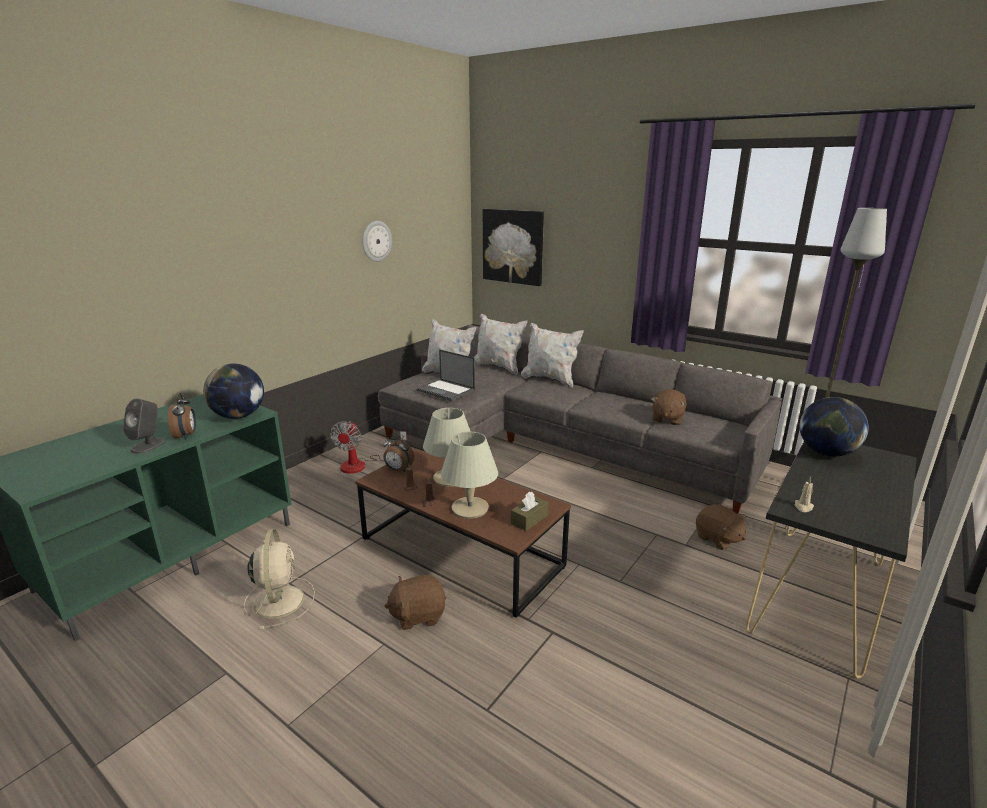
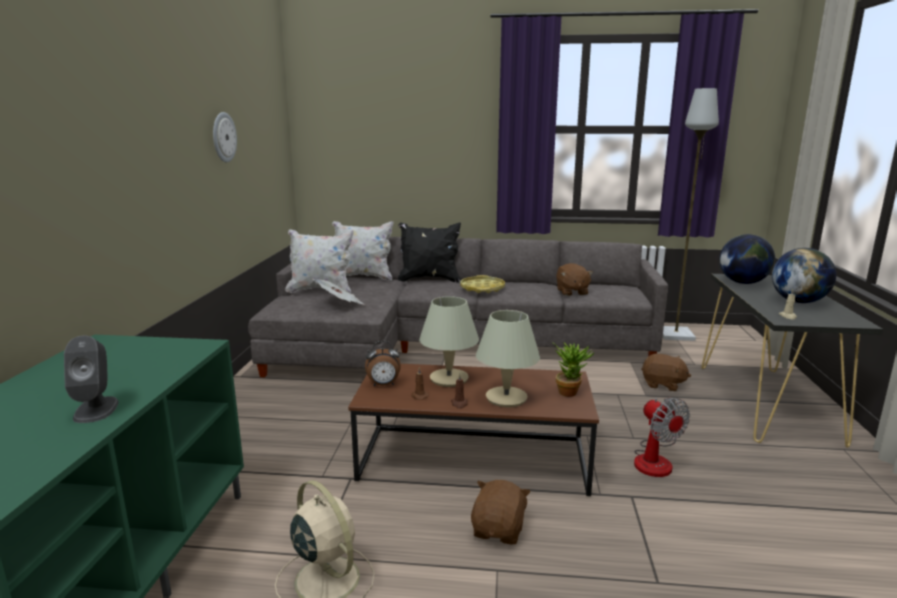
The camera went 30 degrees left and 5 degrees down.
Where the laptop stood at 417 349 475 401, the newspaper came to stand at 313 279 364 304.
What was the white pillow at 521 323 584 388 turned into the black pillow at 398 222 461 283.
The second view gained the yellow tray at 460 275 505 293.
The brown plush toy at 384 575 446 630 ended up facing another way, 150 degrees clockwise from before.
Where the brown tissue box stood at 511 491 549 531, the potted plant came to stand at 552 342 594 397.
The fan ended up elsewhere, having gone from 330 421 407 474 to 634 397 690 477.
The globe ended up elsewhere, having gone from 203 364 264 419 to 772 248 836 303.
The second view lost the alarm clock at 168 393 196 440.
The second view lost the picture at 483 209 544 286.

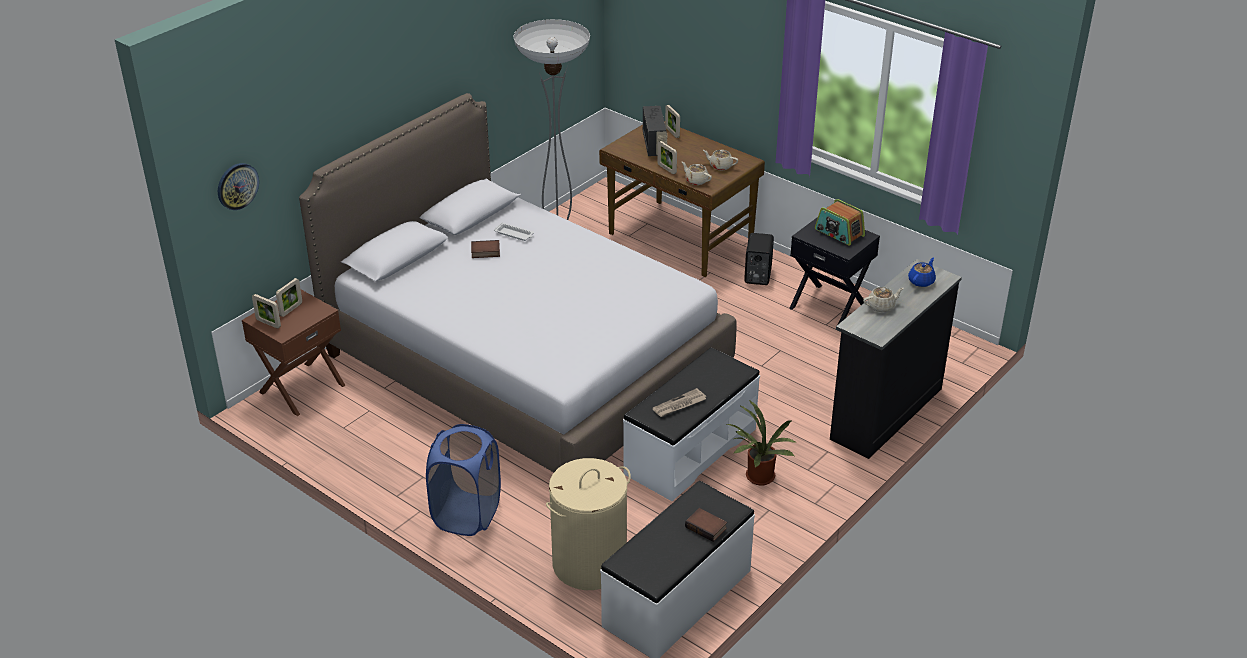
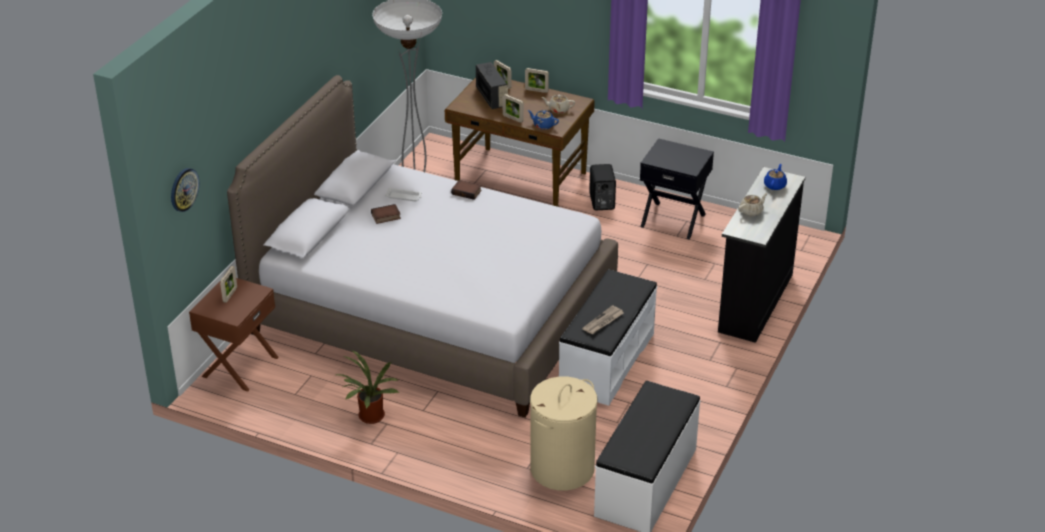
The camera went 15 degrees left and 0 degrees up.
The potted plant ended up elsewhere, having gone from 726 400 797 486 to 336 350 399 424.
The book ended up elsewhere, having gone from 685 508 727 542 to 451 180 481 200.
The picture frame ended up elsewhere, having gone from 252 294 281 329 to 525 68 549 93.
What was the beige teapot at 682 162 712 185 turned into the blue teapot at 528 110 559 130.
The second view lost the blue laundry basket at 426 424 501 536.
The second view lost the radio at 815 199 865 246.

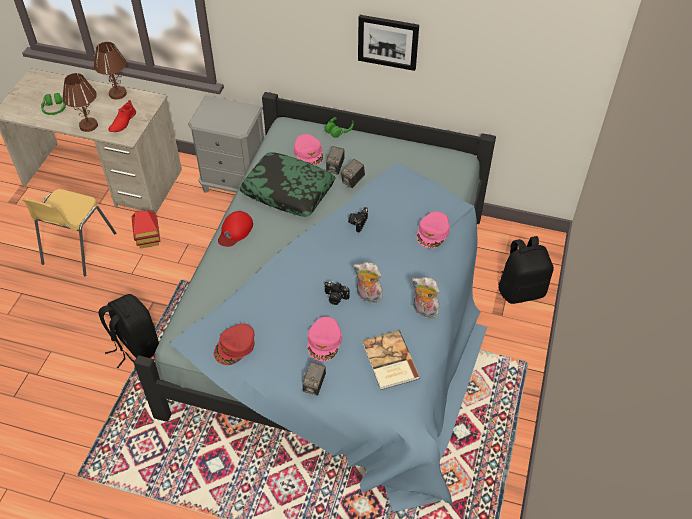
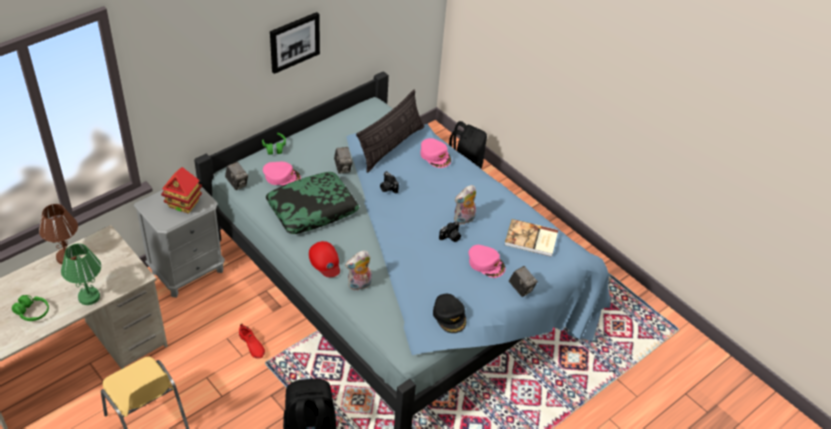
The camera went 60 degrees left and 5 degrees down.
What was the brown table lamp at 62 73 98 132 turned into the green table lamp at 61 244 101 305.
The toy house ended up elsewhere, having gone from 132 210 160 248 to 161 167 202 214.
The photo camera ended up elsewhere, having gone from 326 146 345 175 to 225 162 248 190.
The red shoe ended up elsewhere, having gone from 108 100 136 132 to 239 324 265 359.
The plush toy ended up elsewhere, having gone from 412 277 440 318 to 345 250 372 291.
The second view gained the pillow at 356 89 425 173.
What was the red cap at 214 323 255 365 turned into the black cap at 433 294 466 333.

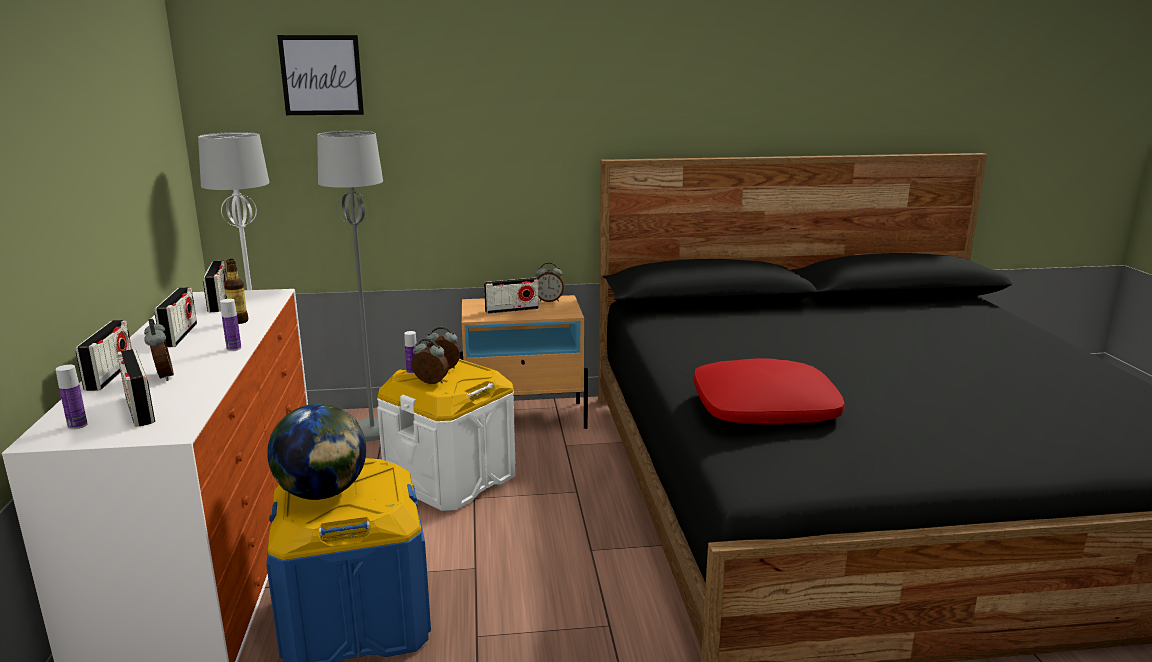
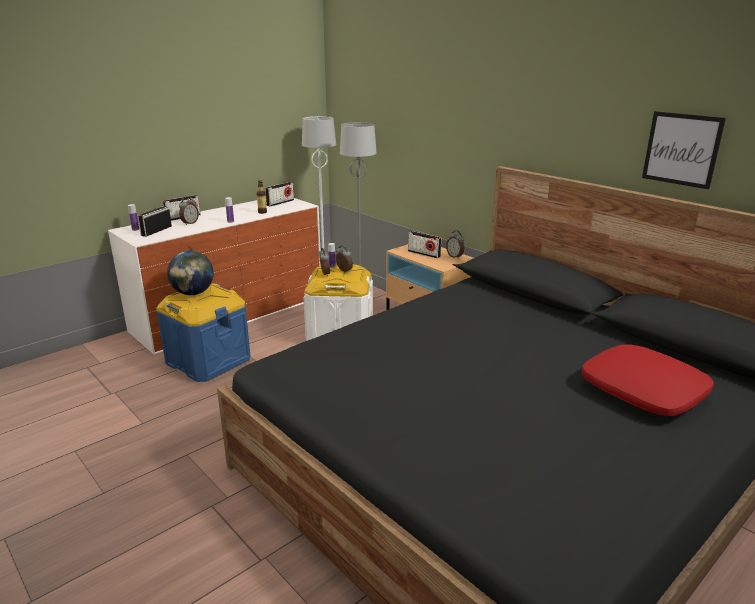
The camera went 55 degrees right and 5 degrees up.
The red pillow ended up elsewhere, having gone from 693 358 845 425 to 582 344 714 416.
The picture ended up elsewhere, having gone from 277 35 364 115 to 642 111 726 189.
The second view lost the radio at 155 287 197 347.

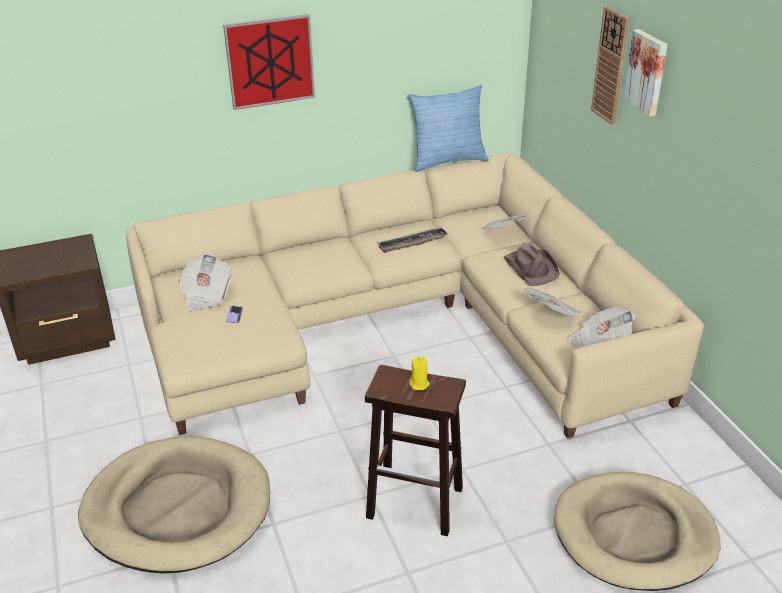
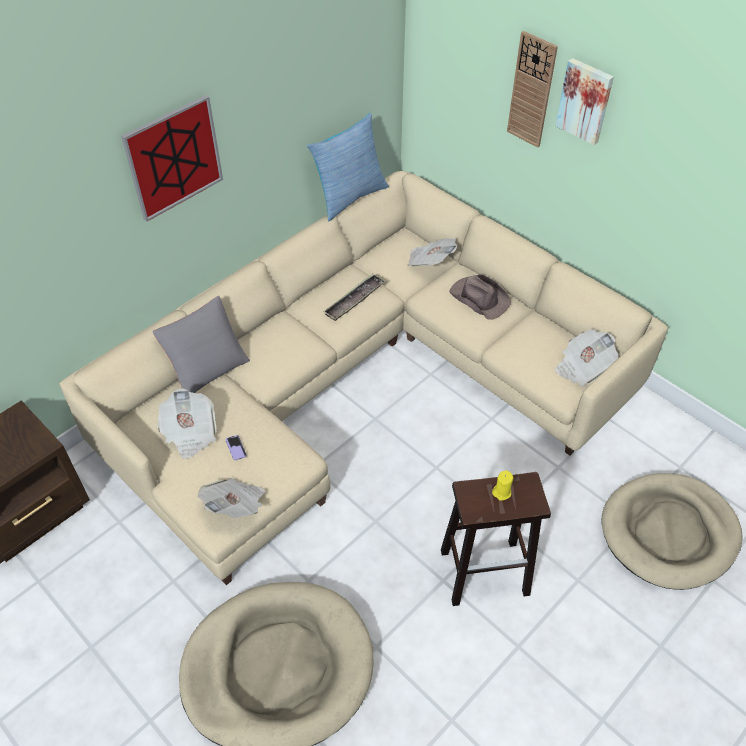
The camera went 25 degrees left and 15 degrees up.
The second view gained the grey pillow at 152 296 250 393.
The newspaper ended up elsewhere, having gone from 525 288 581 317 to 198 478 266 518.

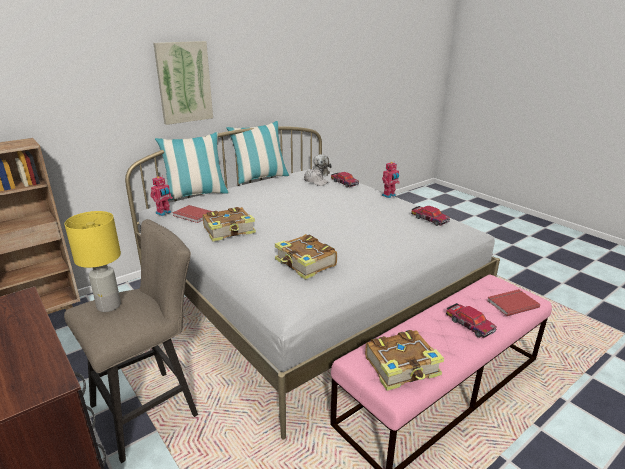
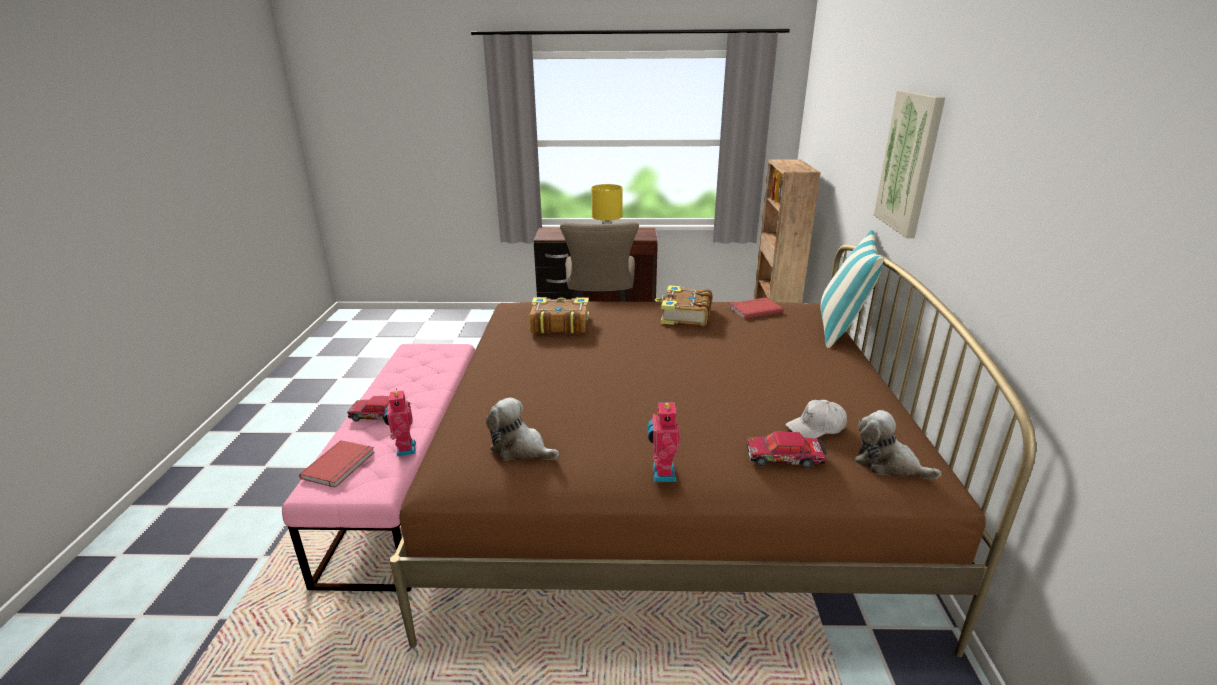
The camera went 130 degrees right and 0 degrees up.
The toy robot ended up elsewhere, having gone from 150 176 173 216 to 384 388 416 456.
What was the white bed at 125 126 500 440 turned into the brown bed at 390 244 1036 657.
Where the toy car stood at 411 206 450 226, the plush toy came to stand at 486 397 559 460.
The second view lost the pillow at 226 121 290 184.
The second view lost the book at 365 330 444 391.

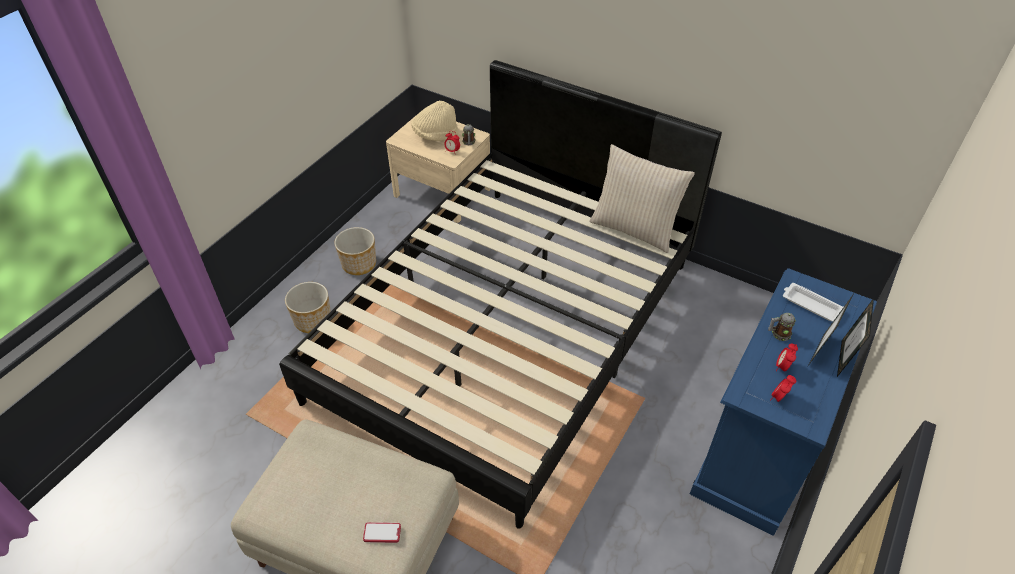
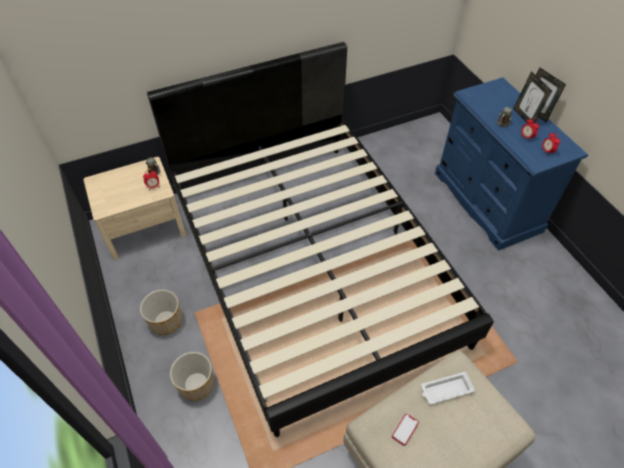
The camera went 55 degrees left and 5 degrees up.
The phone ended up elsewhere, having gone from 363 522 401 543 to 392 413 419 446.
The white tray ended up elsewhere, having gone from 783 283 843 322 to 421 372 475 404.
The second view lost the beige hat at 411 101 459 141.
The second view lost the beige pillow at 589 144 695 253.

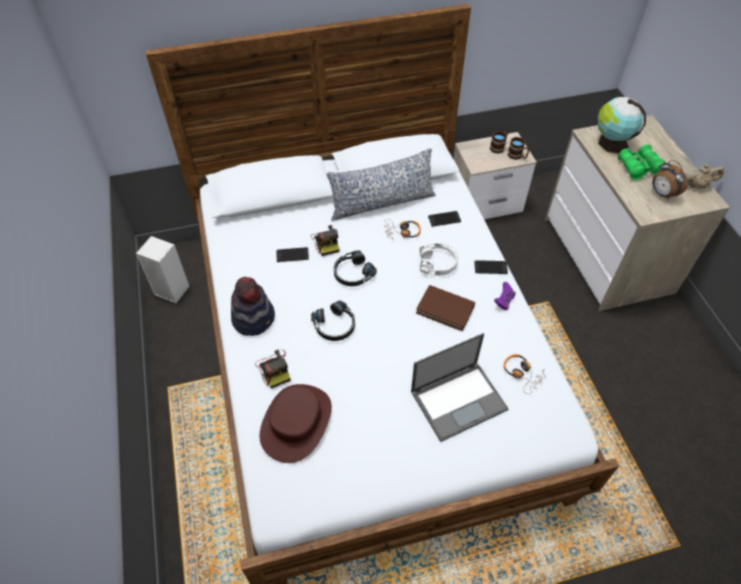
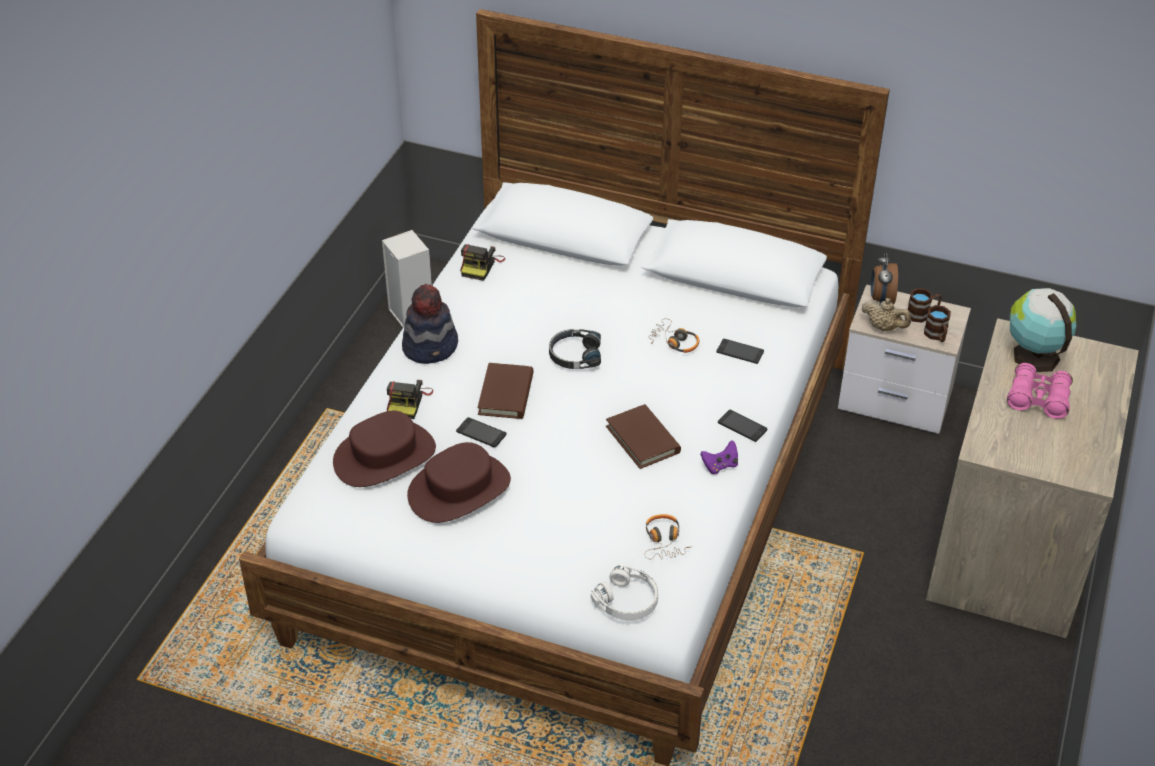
The camera went 35 degrees right and 10 degrees down.
The second view gained the brown hat at 407 442 511 523.
The phone ended up elsewhere, having gone from 277 247 309 262 to 456 417 506 448.
The photo camera ended up elsewhere, having gone from 311 225 339 256 to 460 244 505 281.
Where the black headphones stood at 311 300 355 341, the brown book came to stand at 478 363 534 419.
The white headphones ended up elsewhere, having gone from 419 243 458 275 to 591 564 659 621.
The beige teapot ended up elsewhere, having gone from 685 164 724 188 to 862 298 911 331.
The alarm clock ended up elsewhere, having gone from 652 160 688 199 to 871 253 898 305.
What was the green binoculars at 617 144 666 180 turned into the pink binoculars at 1007 363 1073 419.
The second view lost the pillow at 327 148 436 221.
The second view lost the laptop at 411 333 509 442.

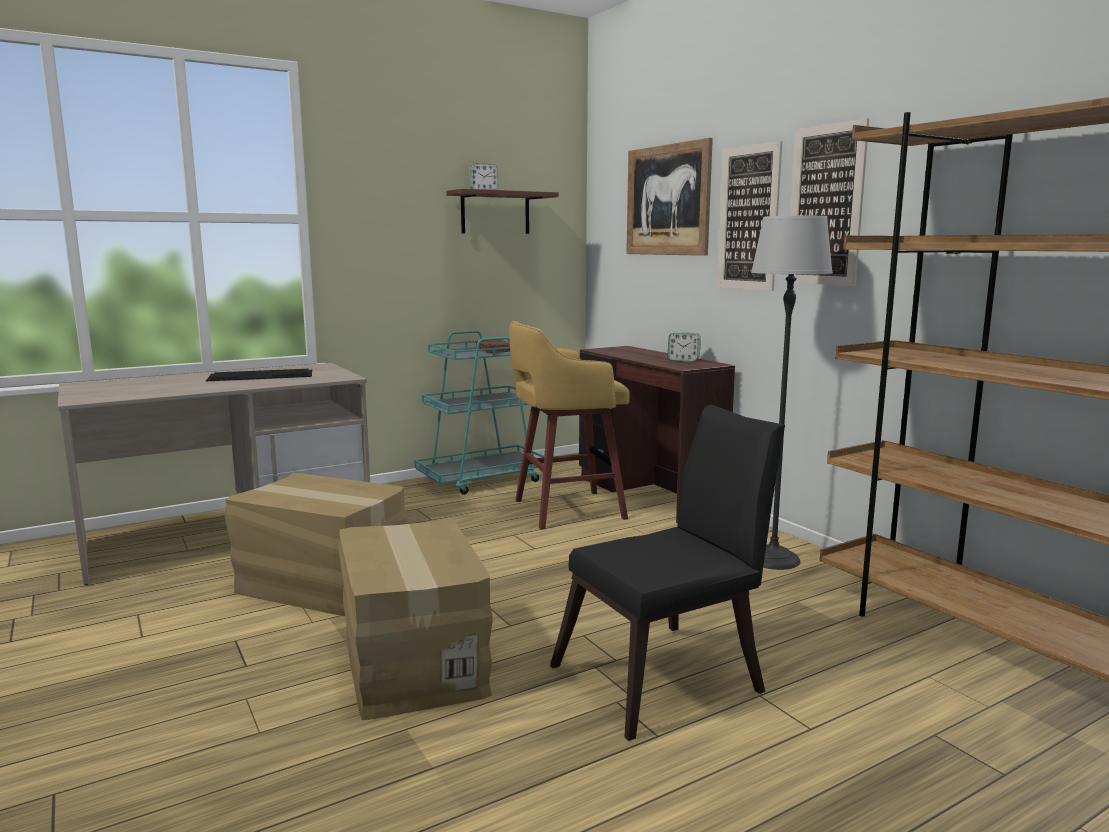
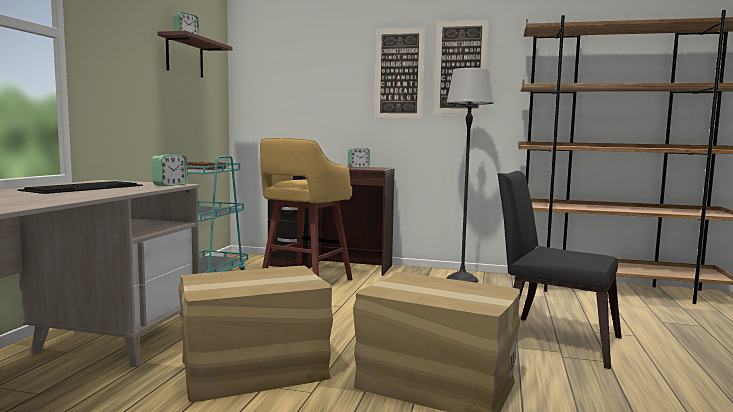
The camera went 45 degrees left and 5 degrees down.
The second view gained the alarm clock at 151 155 188 186.
The black chair at 550 405 785 741 ended up facing another way, 75 degrees counterclockwise from before.
The second view lost the picture at 626 138 713 256.

